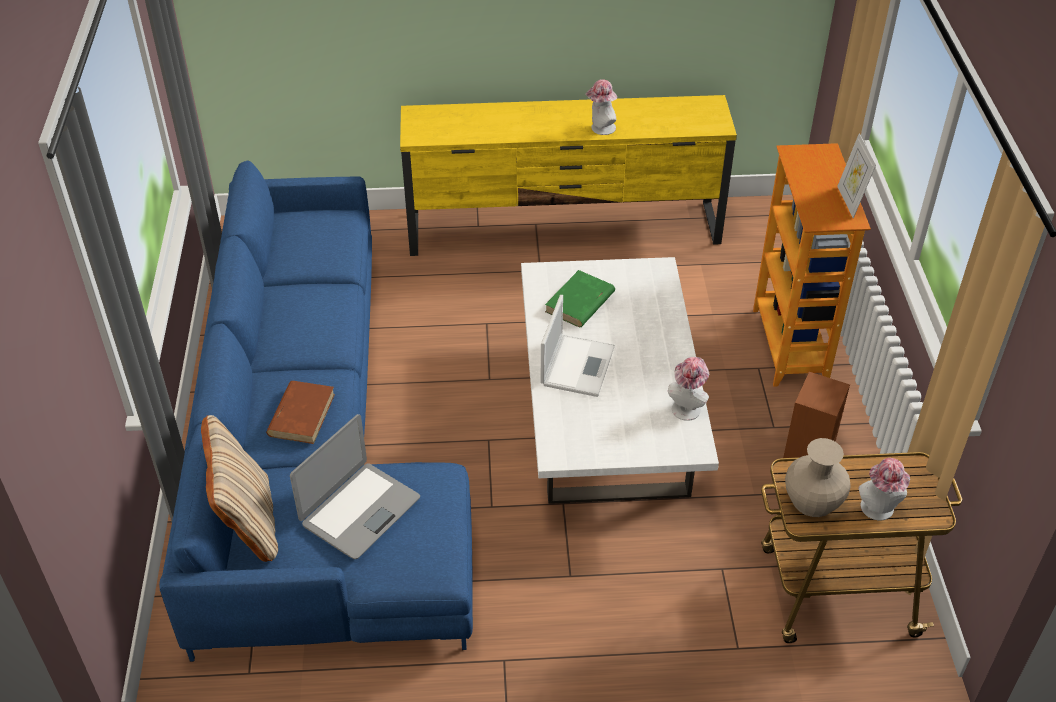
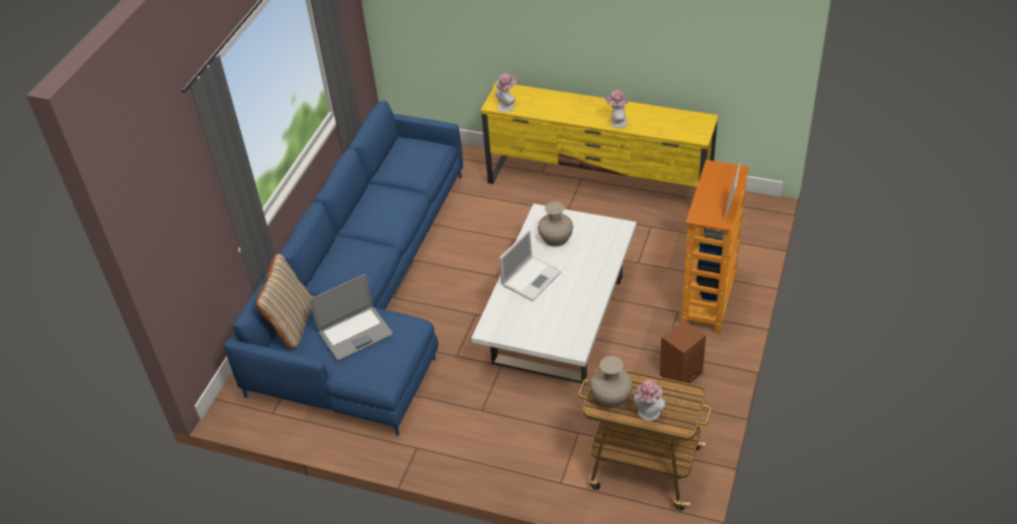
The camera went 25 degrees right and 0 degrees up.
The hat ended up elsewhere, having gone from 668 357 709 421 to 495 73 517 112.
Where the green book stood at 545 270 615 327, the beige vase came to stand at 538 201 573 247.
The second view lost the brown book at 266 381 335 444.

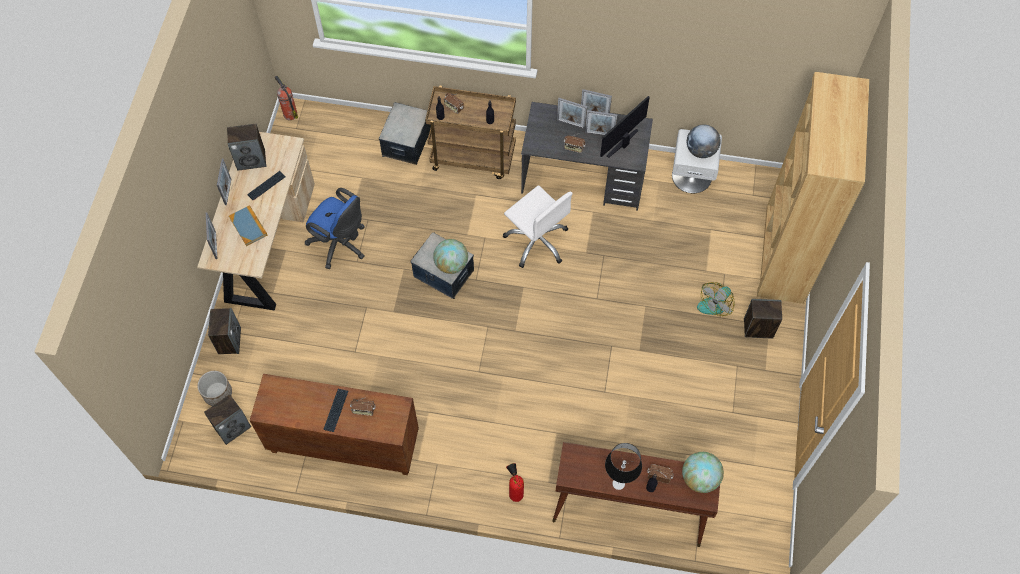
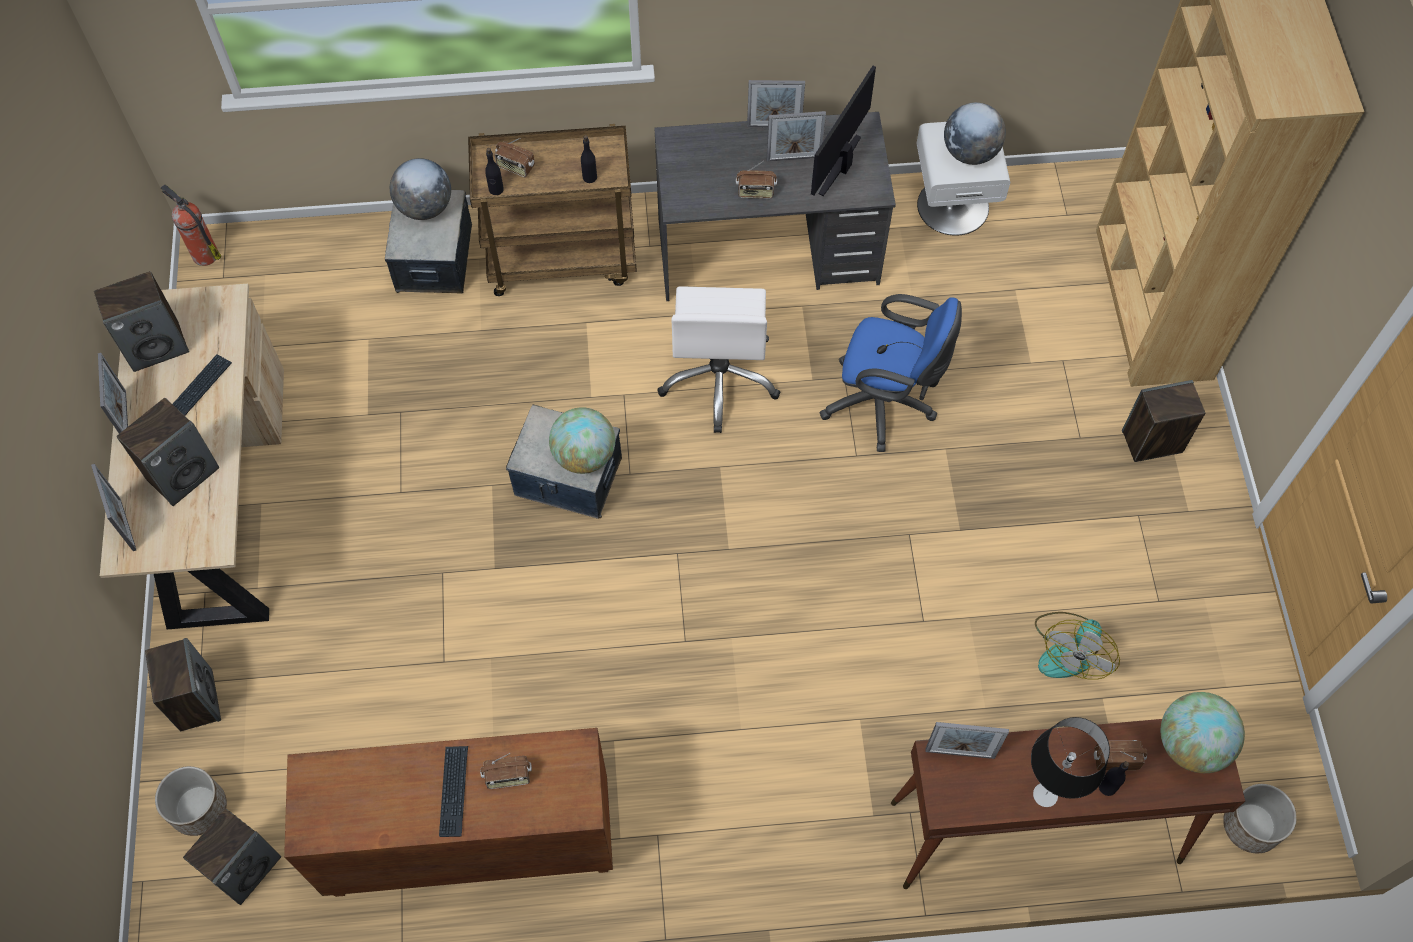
The camera went 15 degrees left and 0 degrees up.
Where the book stood at 229 205 267 246, the speaker came to stand at 117 398 219 506.
The second view gained the globe at 390 158 451 220.
The white office chair at 503 185 573 268 ended up facing another way, 60 degrees clockwise from before.
The blue office chair ended up elsewhere, having gone from 305 188 365 269 to 820 294 962 452.
The picture frame ended up elsewhere, having gone from 557 98 587 129 to 925 722 1009 759.
The fan ended up elsewhere, having gone from 697 282 735 316 to 1035 612 1120 680.
The second view gained the planter at 1223 784 1297 853.
The second view lost the fire extinguisher at 506 463 524 502.

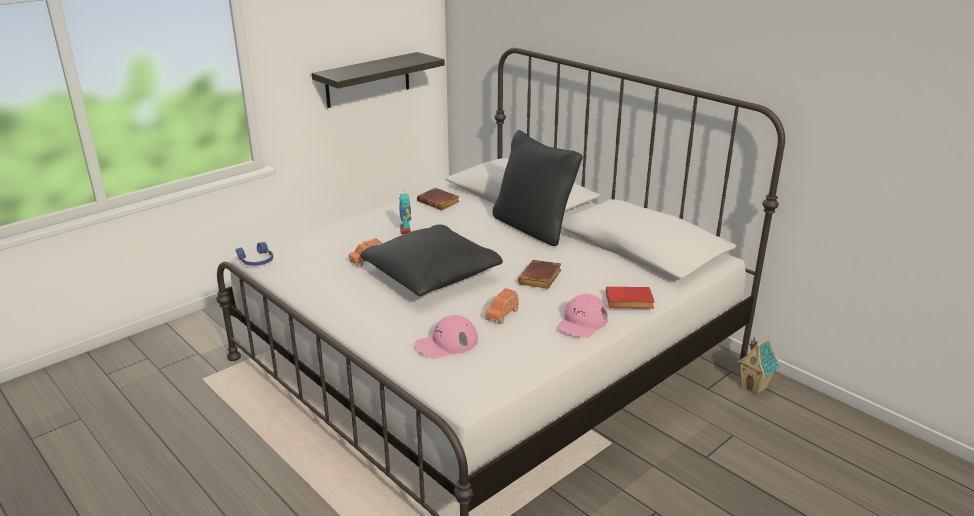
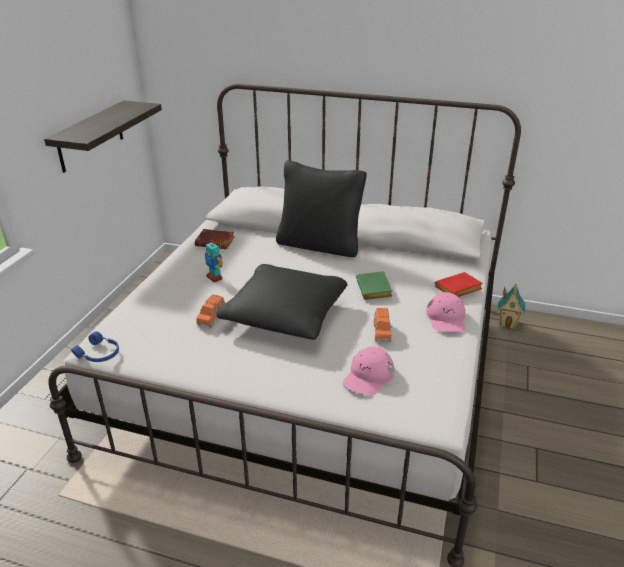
The camera went 30 degrees left and 5 degrees up.
What was the brown book at 518 260 562 289 turned into the green book at 356 271 392 300.

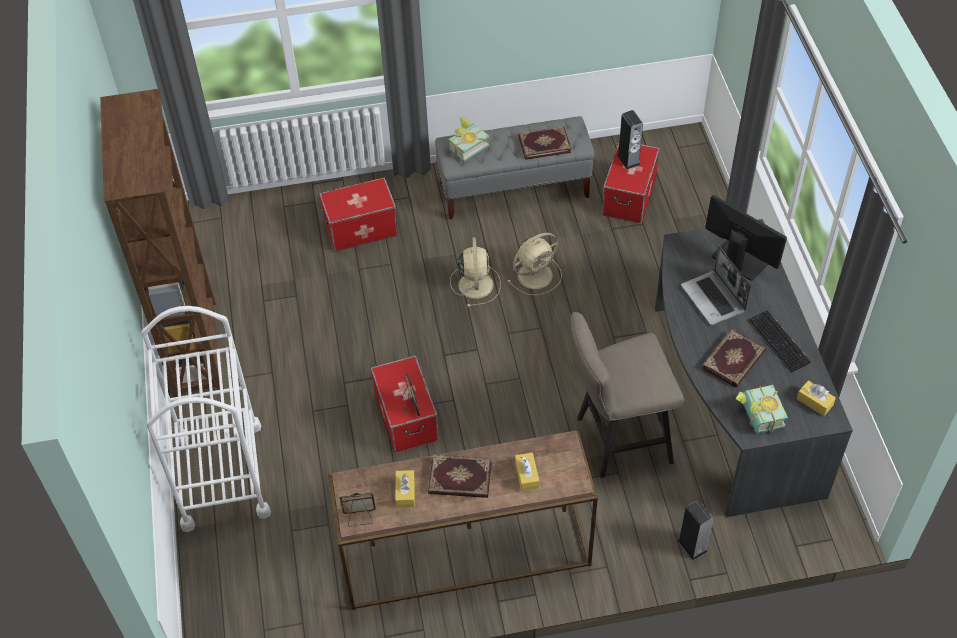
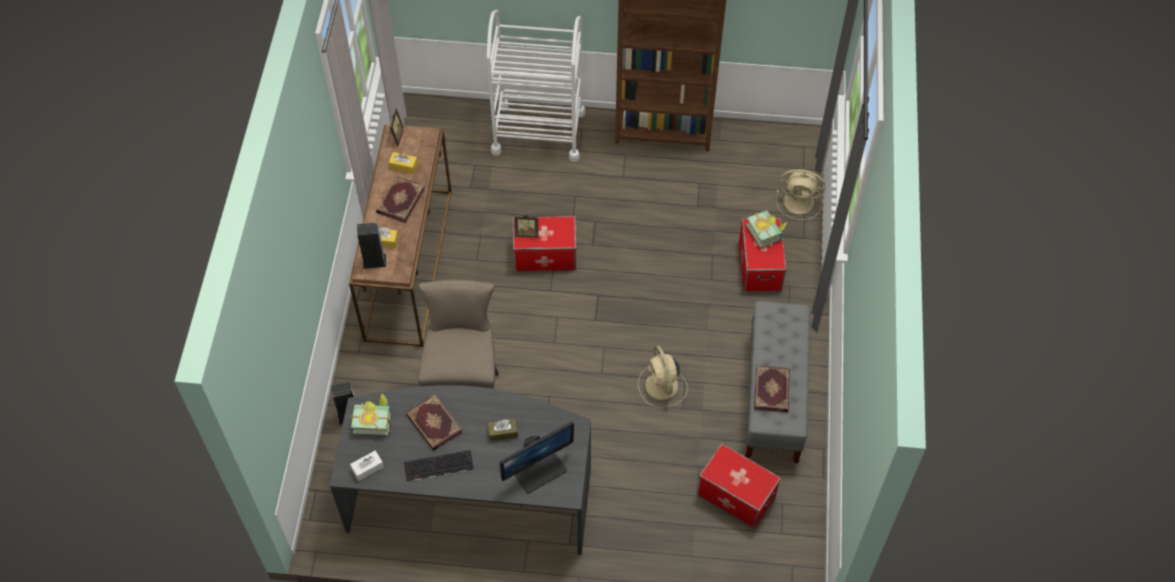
The camera went 105 degrees right and 5 degrees up.
What was the yellow tissue box at 797 380 836 416 turned into the white tissue box at 350 451 384 481.
The speaker ended up elsewhere, having gone from 617 110 643 169 to 357 223 386 269.
Where the laptop stood at 681 246 751 325, the brown tissue box came to stand at 488 419 518 441.
The book ended up elsewhere, having gone from 447 117 489 162 to 746 211 787 249.
The beige fan ended up elsewhere, having gone from 450 237 501 307 to 776 169 825 220.

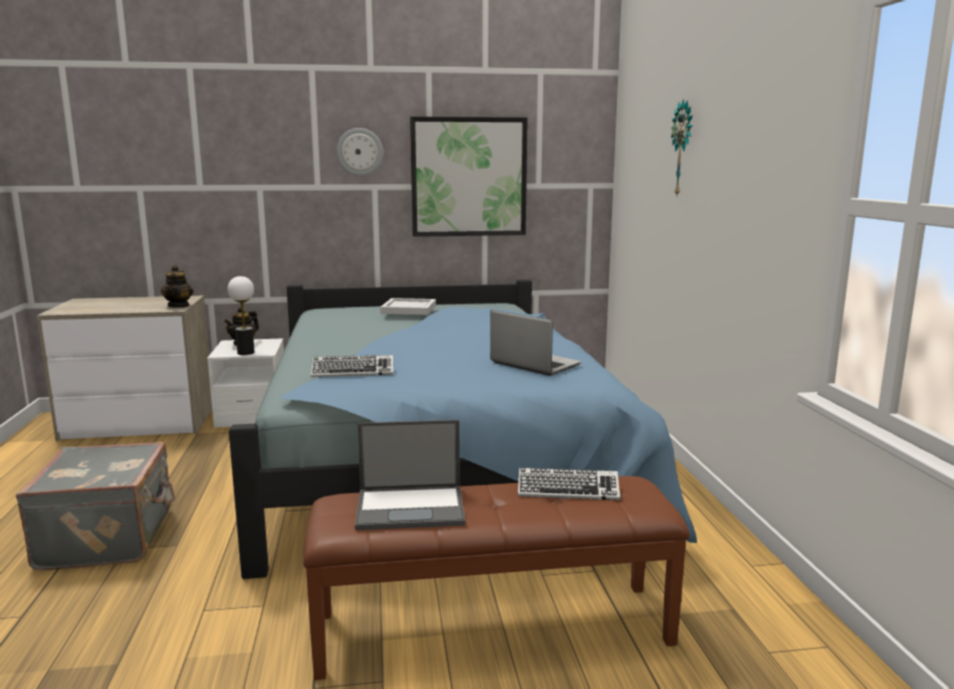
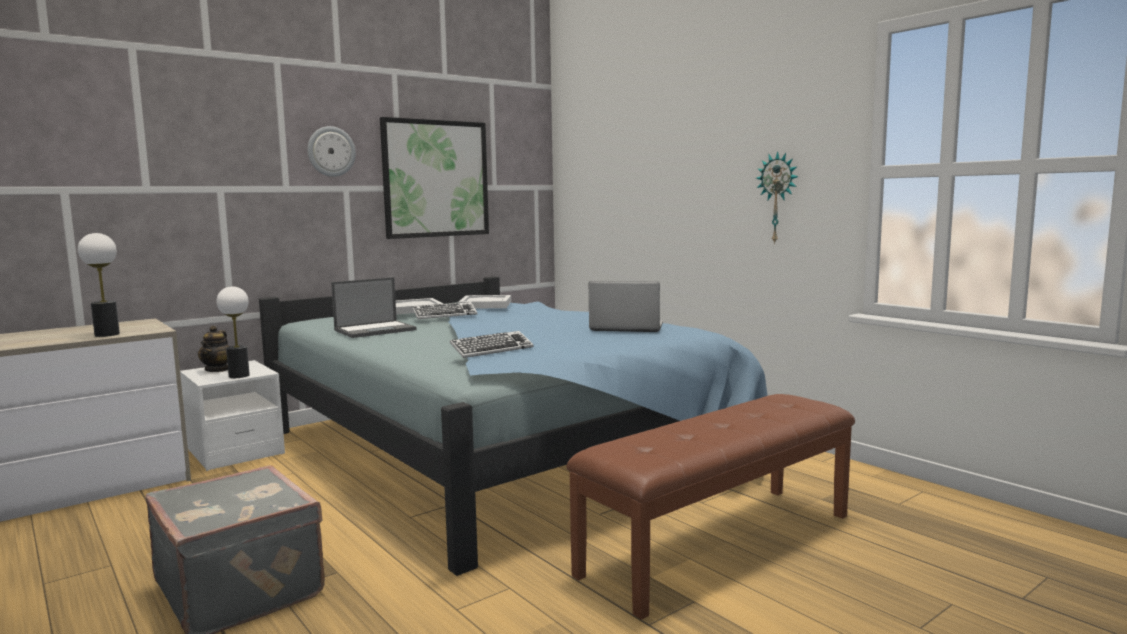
The camera went 30 degrees left and 5 degrees down.
The second view gained the table lamp at 78 233 120 337.
The laptop ended up elsewhere, having gone from 355 420 465 530 to 331 277 417 338.
The keyboard ended up elsewhere, having gone from 518 468 620 500 to 412 302 477 319.
The second view gained the white tray at 458 295 511 309.
The wall clock ended up elsewhere, having gone from 671 99 693 195 to 756 151 799 244.
The second view lost the teapot at 161 265 193 308.

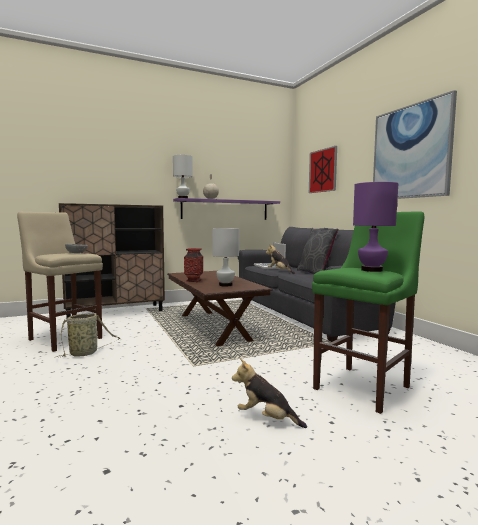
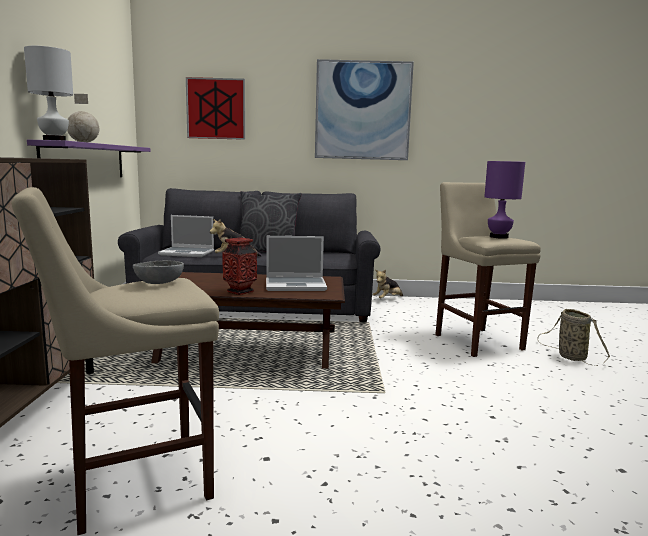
The camera went 65 degrees left and 5 degrees up.
Where the white table lamp stood at 212 228 239 286, the laptop came to stand at 266 236 327 291.
The plush toy ended up elsewhere, having gone from 232 359 307 428 to 373 269 403 299.
What was the green stool at 312 211 425 414 turned into the beige stool at 435 182 541 357.
The basket ended up elsewhere, having gone from 55 313 120 358 to 537 309 610 366.

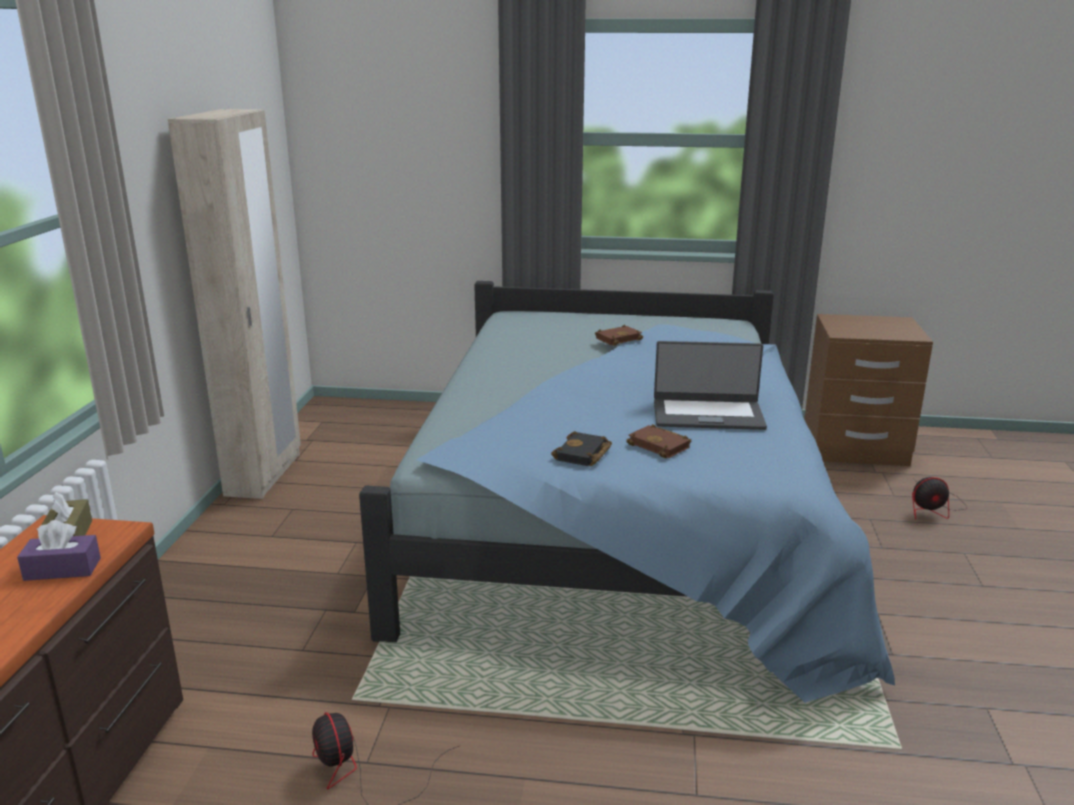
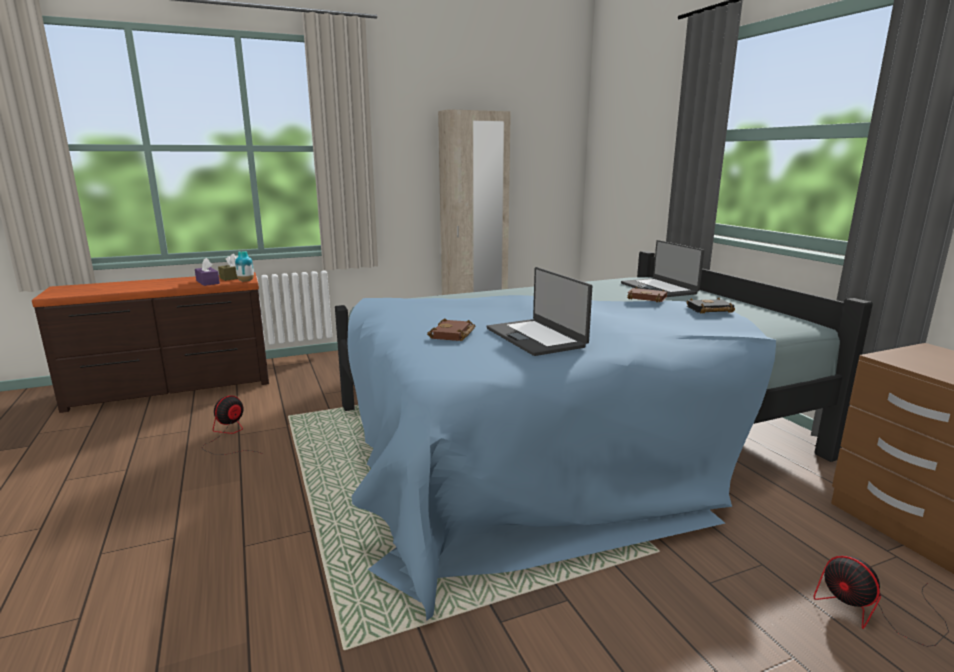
The camera went 60 degrees right and 5 degrees down.
The second view gained the vase at 235 251 254 282.
The second view gained the laptop at 621 240 704 297.
The black book ended up elsewhere, having gone from 551 431 612 466 to 686 298 735 313.

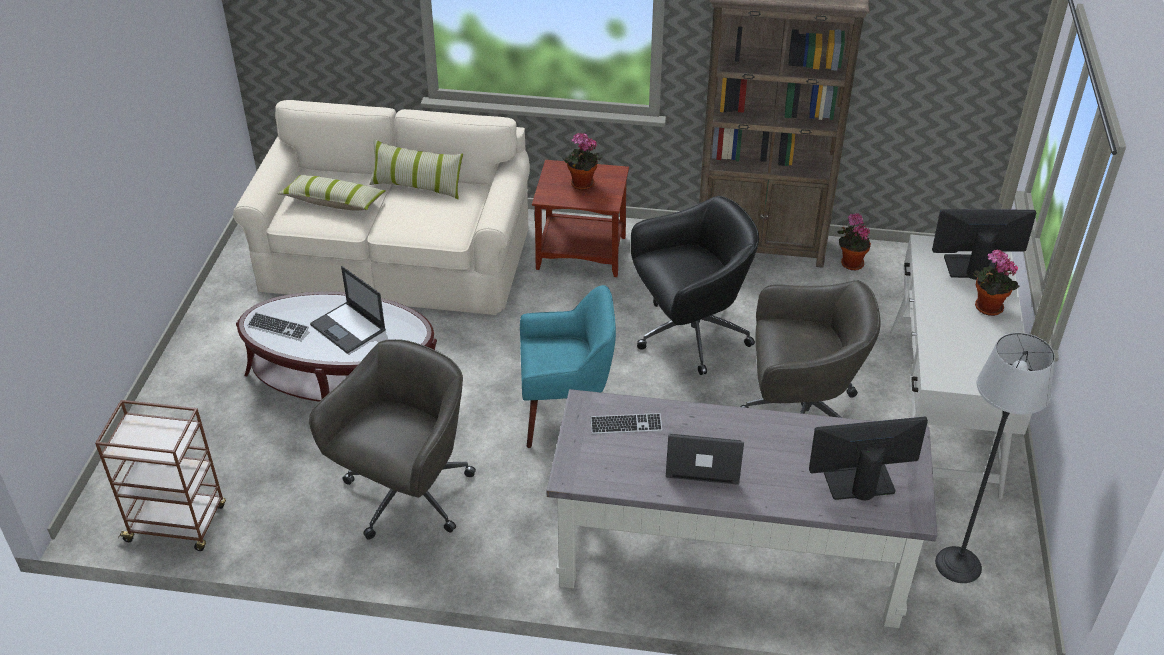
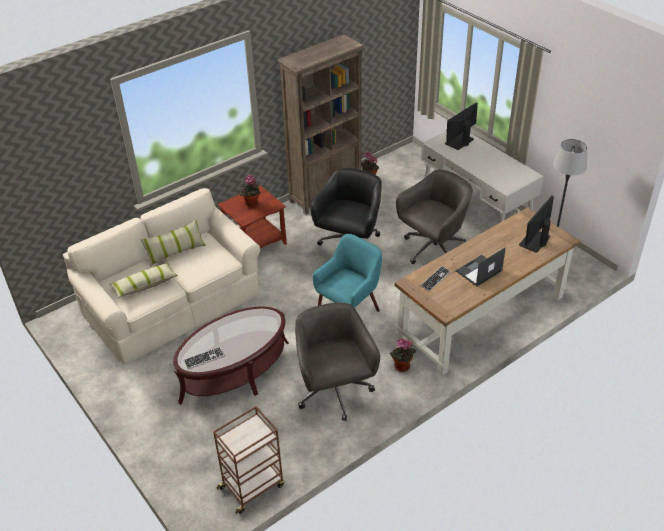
The camera went 45 degrees left and 0 degrees up.
The potted plant ended up elsewhere, having gone from 973 250 1020 316 to 389 339 416 372.
What was the grey desk at 546 389 937 628 turned into the brown desk at 394 207 580 376.
The second view lost the laptop at 310 266 386 354.

